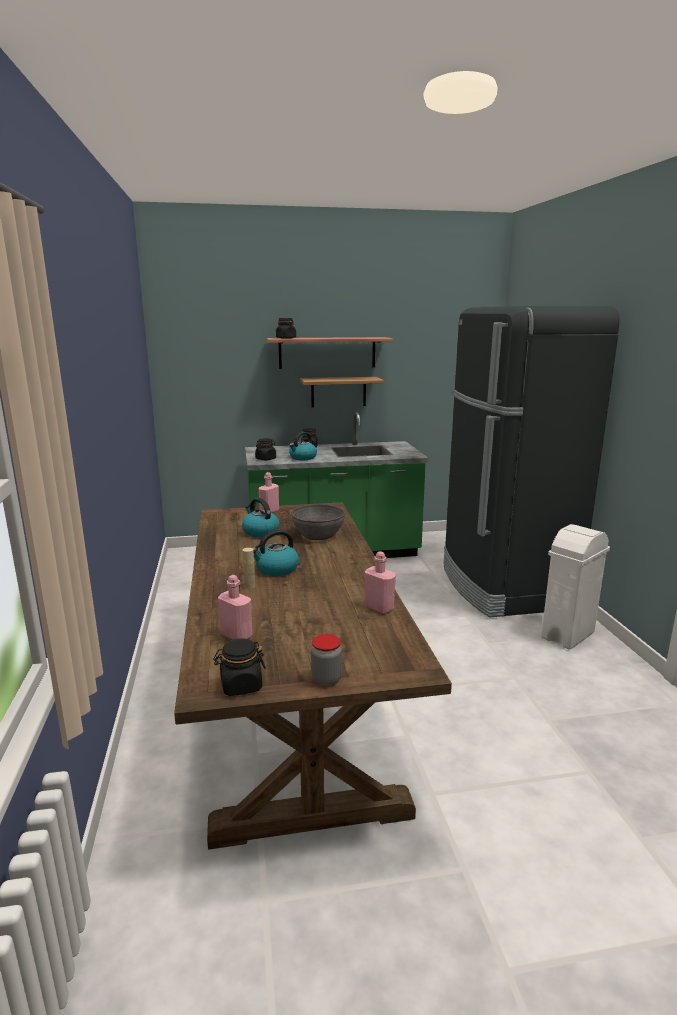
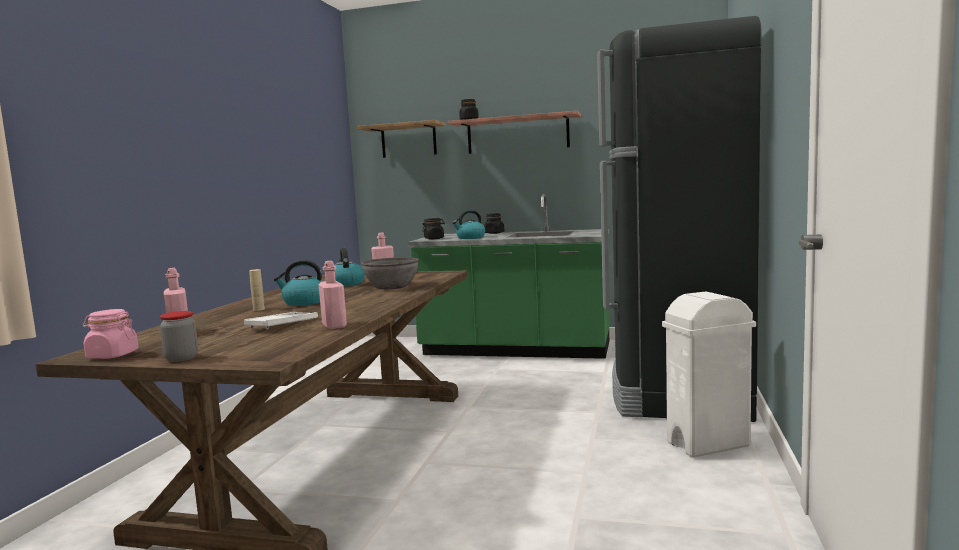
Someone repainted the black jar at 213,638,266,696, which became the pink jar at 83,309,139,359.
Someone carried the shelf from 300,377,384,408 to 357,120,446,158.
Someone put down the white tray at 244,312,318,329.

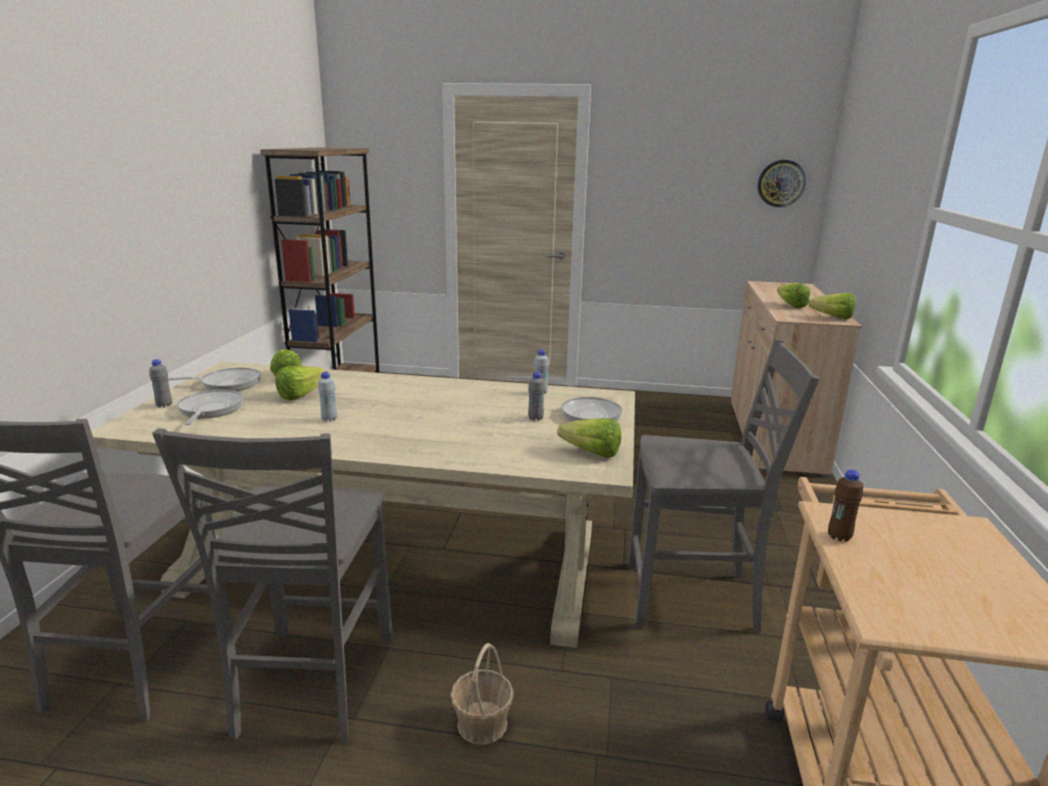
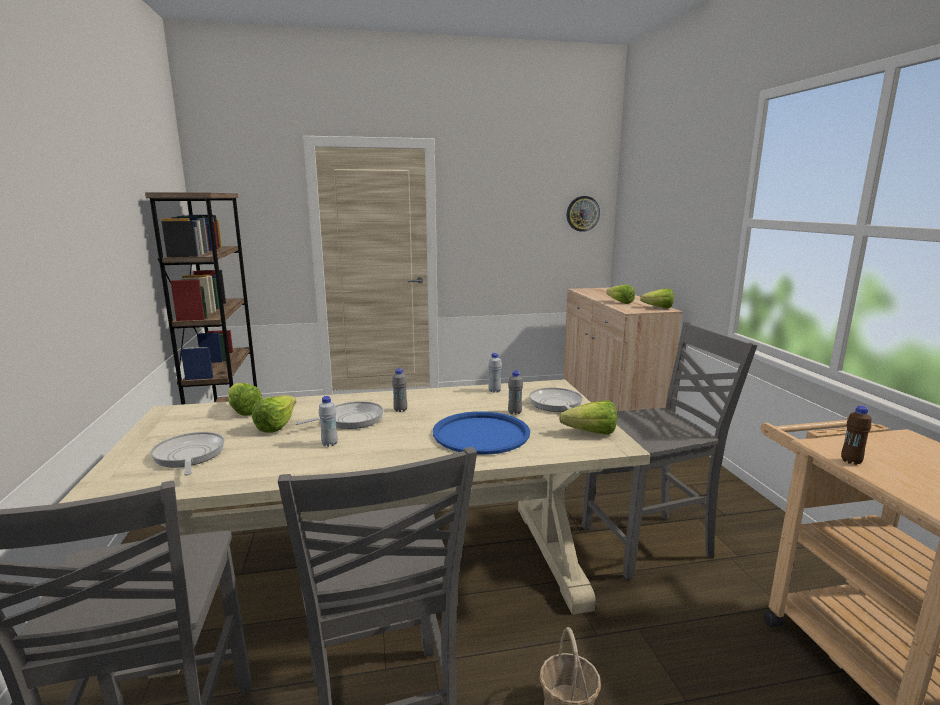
Someone carried the grey bottle from 149,359,172,408 to 392,368,407,412.
Someone carried the frying pan from 168,367,261,391 to 294,401,384,429.
Someone put down the blue tray at 433,411,530,455.

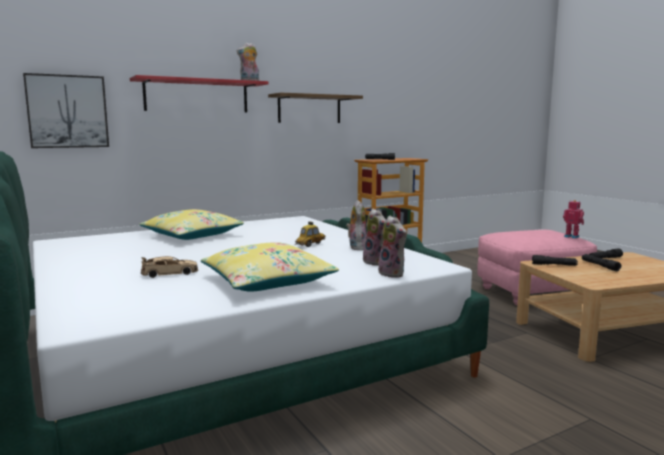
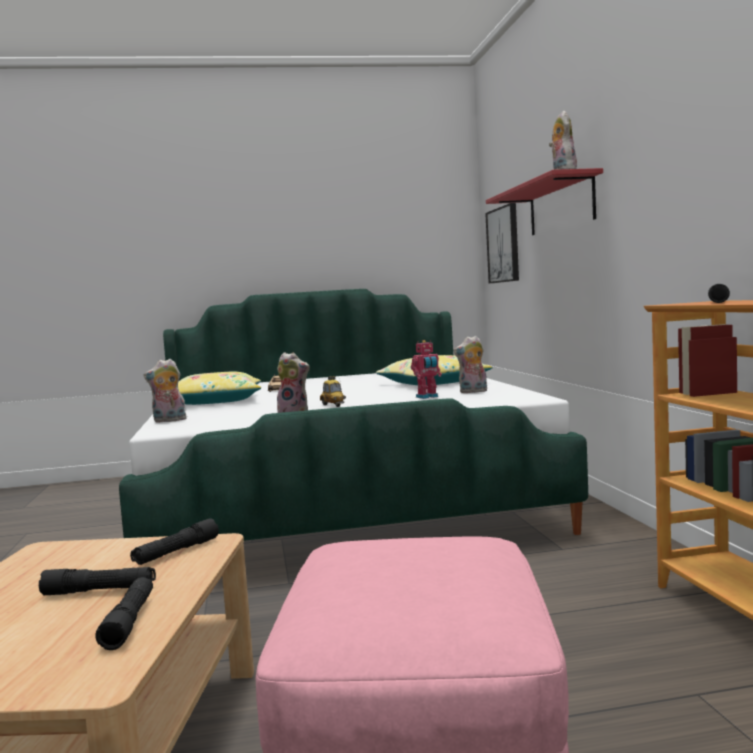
Someone took away the shelf at 268,93,363,123.
Someone carried the plush toy from 363,208,386,266 to 453,336,487,393.
Someone carried the toy robot from 563,200,584,239 to 411,340,442,399.

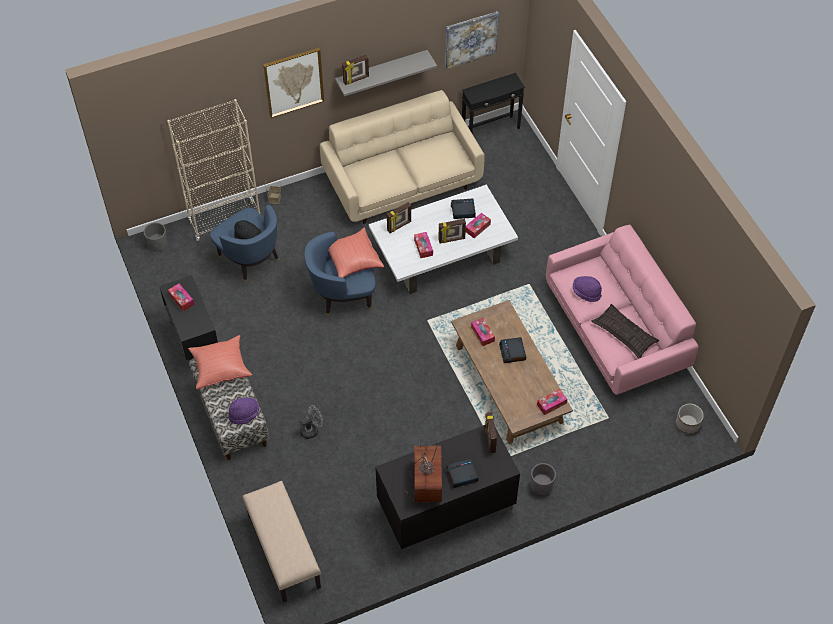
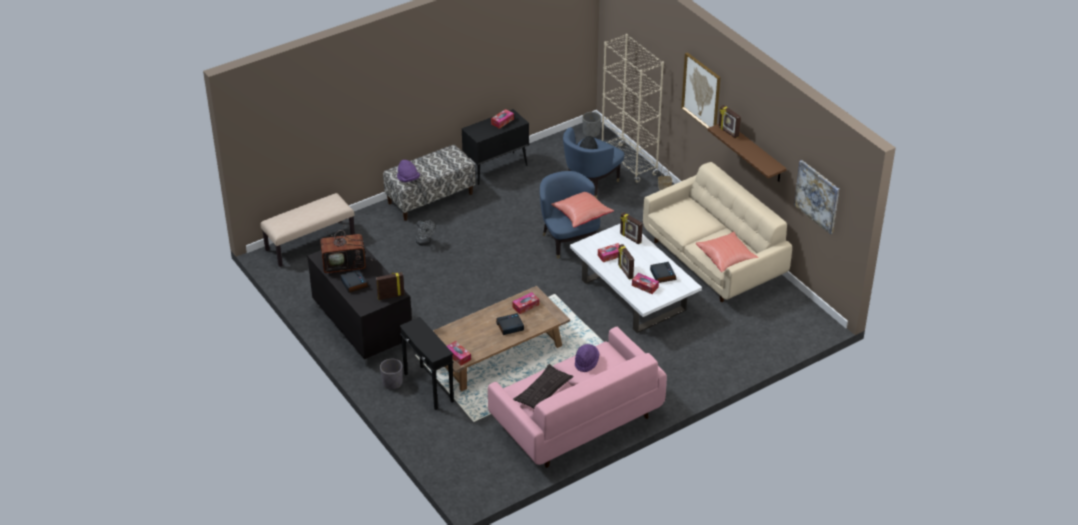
Someone carried the red pillow from 188,335,252,389 to 696,231,759,272.
Someone repainted the grey shelf at 335,50,437,96, which became the brown shelf at 708,124,787,182.
Someone carried the black side table from 462,73,525,133 to 400,317,454,410.
Someone took away the planter at 676,404,704,434.

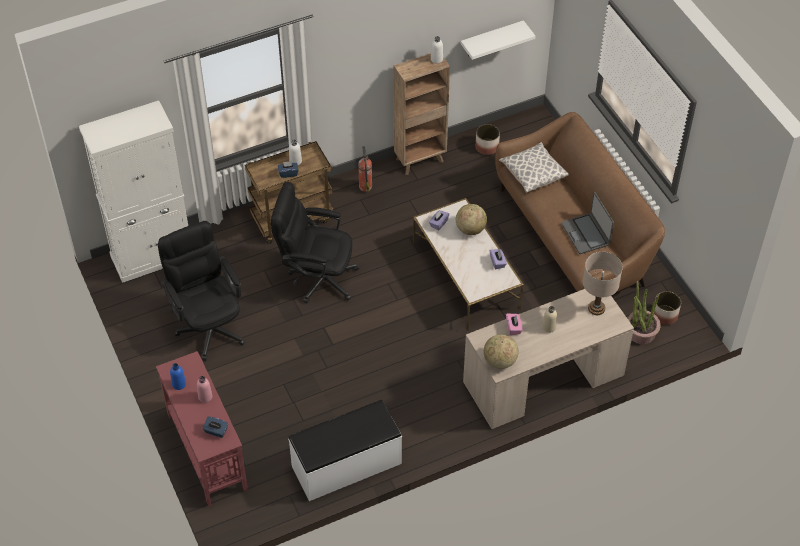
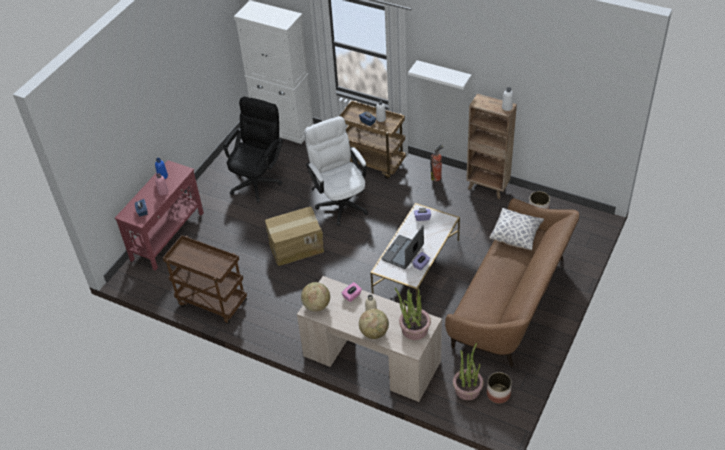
Someone repainted the black office chair at 271,182,360,303, which became the white office chair at 304,116,368,226.
Someone swapped the white bench at 288,400,402,501 for the brown cart at 163,235,247,324.
Someone carried the globe from 456,204,487,235 to 359,309,389,339.
Someone carried the white shelf from 461,20,536,60 to 408,60,472,90.
Someone carried the laptop from 561,192,614,254 to 381,226,424,269.
Someone swapped the beige table lamp at 583,252,623,315 for the potted plant at 395,287,431,340.
Someone put down the cardboard box at 265,206,324,266.

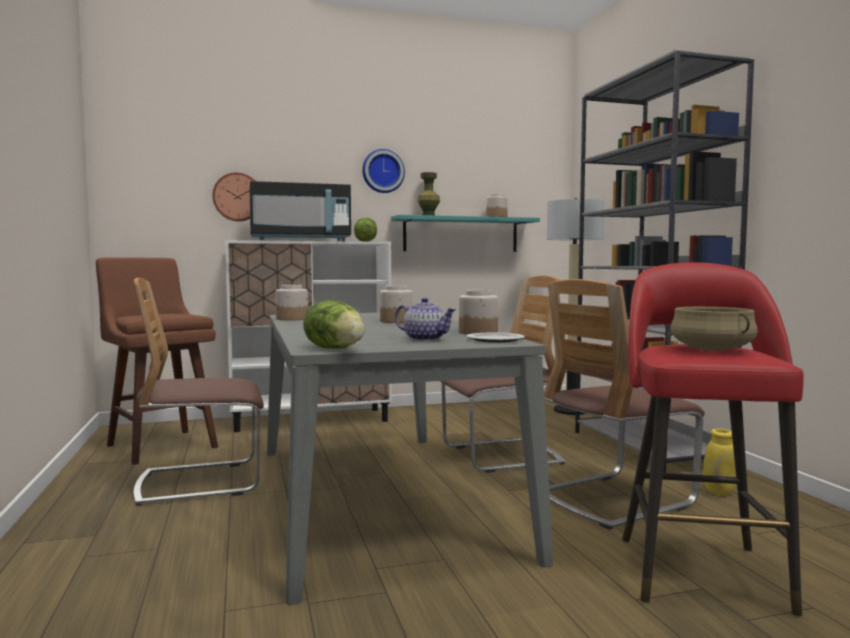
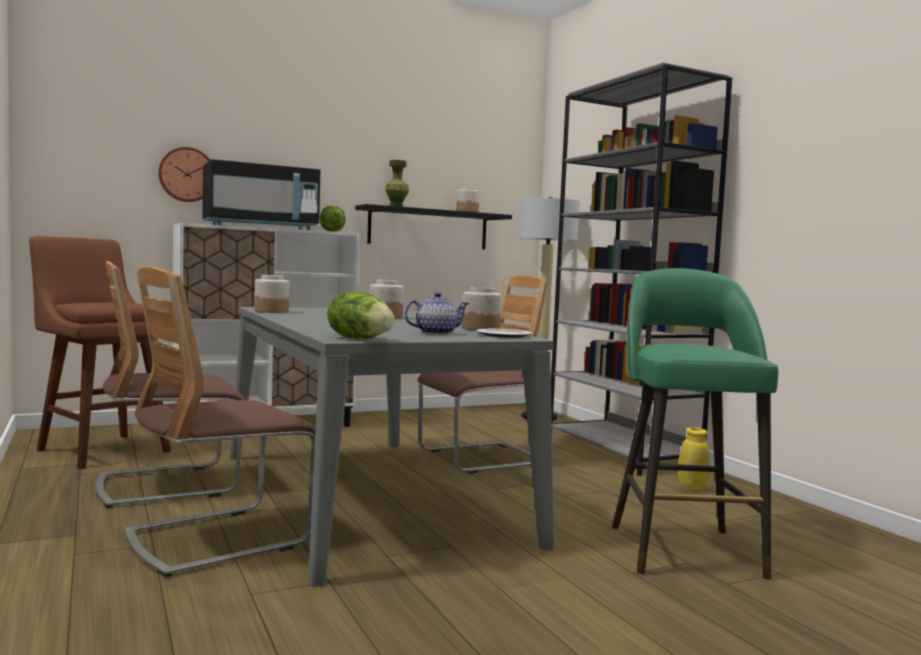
Someone took away the wall clock at 362,149,405,193.
Someone repainted the turquoise shelf at 391,215,540,252, which became the black shelf at 355,204,512,249.
Someone rotated the teapot at 395,298,457,341 by 45 degrees counterclockwise.
Someone carried the chair from 544,279,705,530 to 125,266,316,577.
Someone repainted the red stool at 622,262,804,617, which became the green stool at 612,268,778,580.
Someone took away the beige cooking pot at 670,307,758,351.

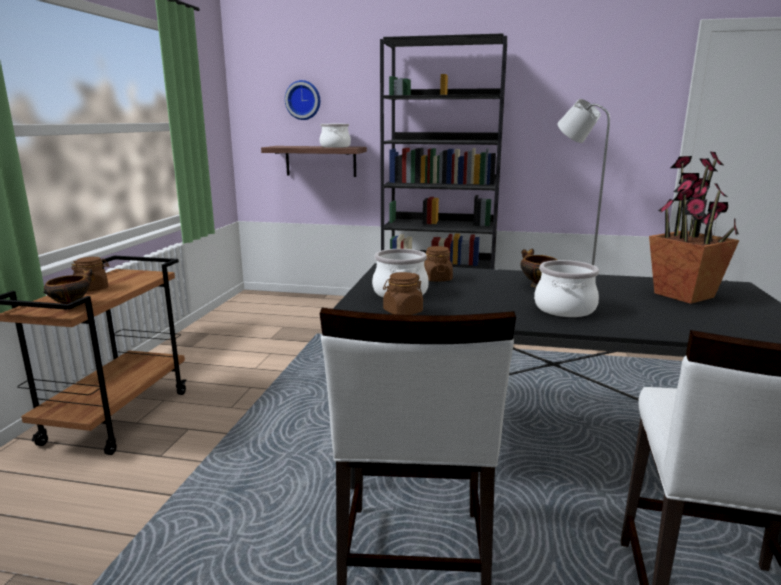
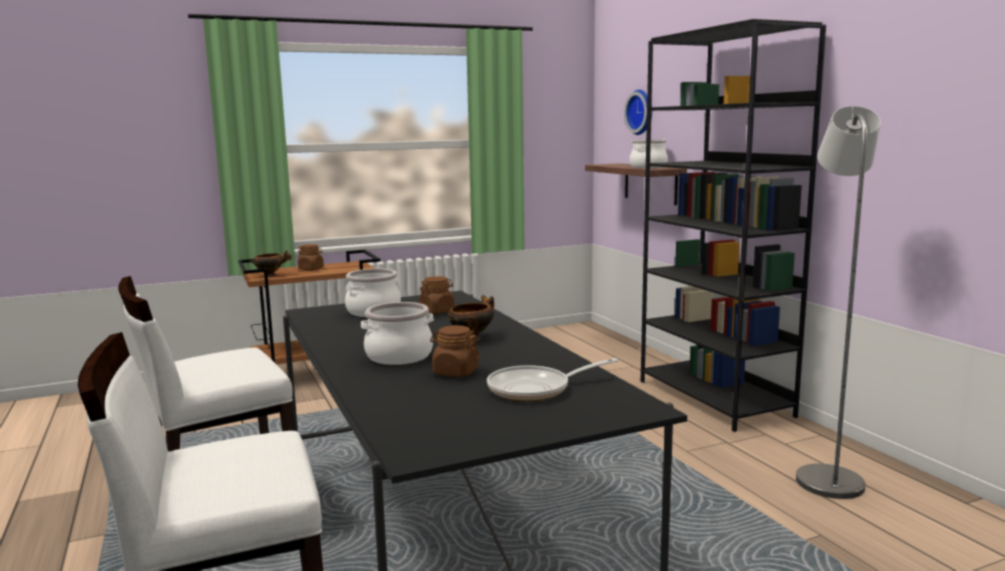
Someone carried the brown jar from 383,272,423,315 to 430,325,480,377.
Someone swapped the potted plant at 649,152,739,304 for the frying pan at 487,358,618,401.

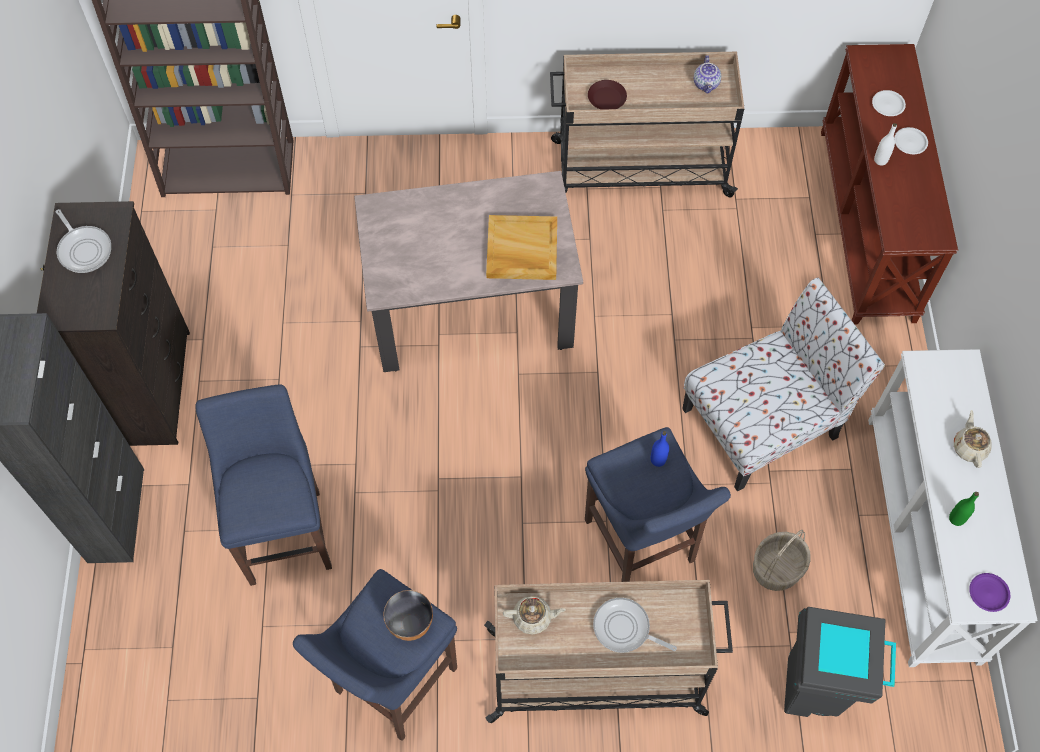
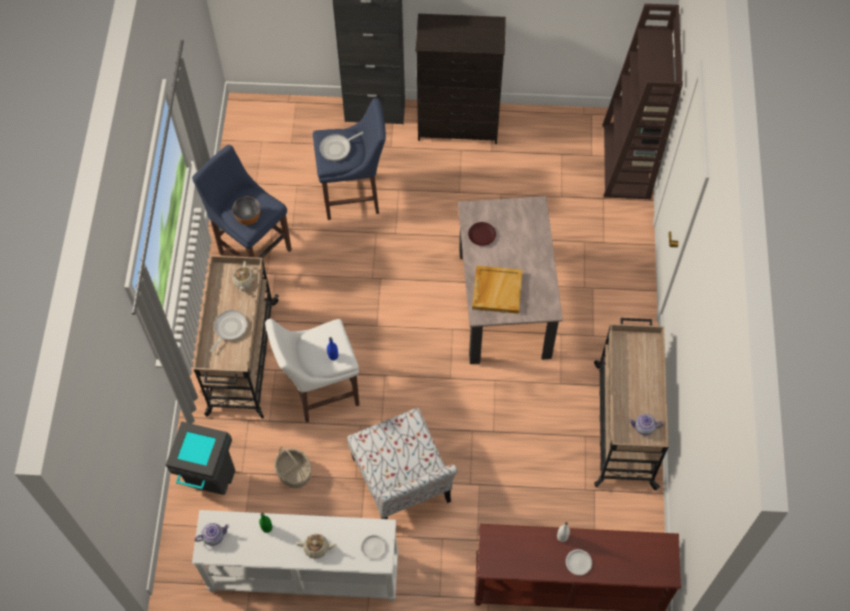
Someone carried the frying pan from 56,209,111,273 to 320,132,363,161.
Someone repainted the blue stool at 585,427,731,582, which became the white stool at 265,319,359,423.
Someone carried the brown plate from 588,80,627,110 to 468,222,496,246.
Someone carried the white plate from 872,90,906,116 to 360,534,387,560.
Someone swapped the purple plate at 969,573,1010,612 for the teapot at 195,523,230,546.

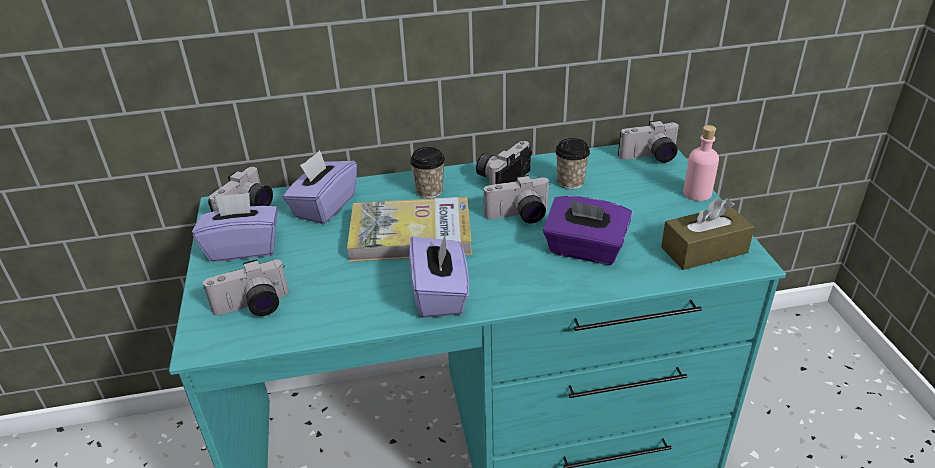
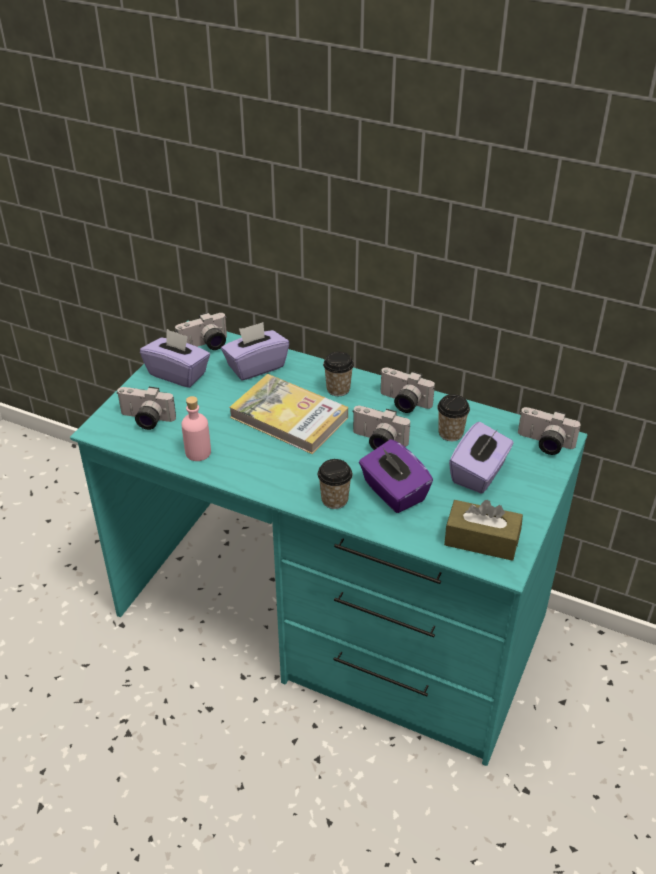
Someone carried the purple tissue box from 409,233,469,318 to 449,422,513,494.
Someone rotated the photo camera at 476,141,532,185 by 135 degrees counterclockwise.
Someone carried the pink bottle from 683,125,719,201 to 181,396,211,461.
Someone put down the cup at 318,459,352,509.

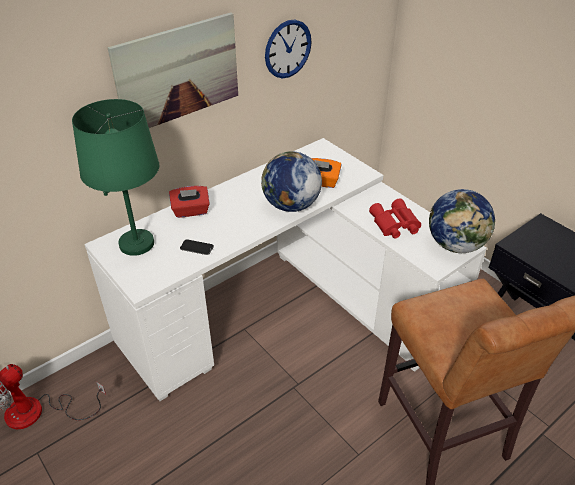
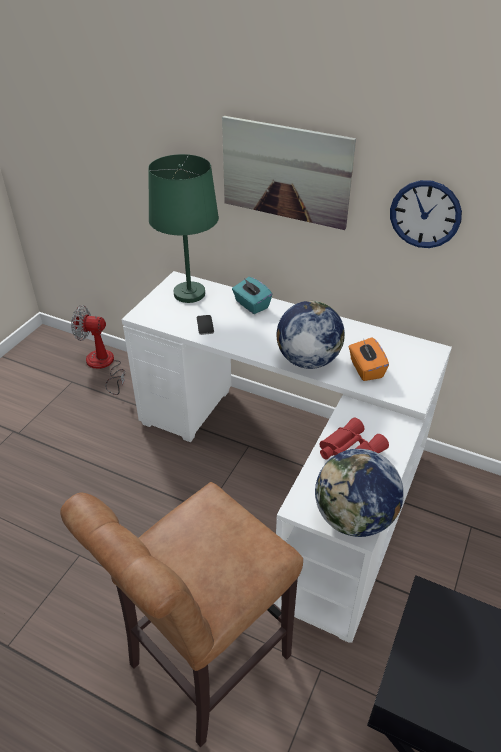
Someone repainted the red tissue box at 169,186,210,218, which became the turquoise tissue box at 232,277,272,314.

